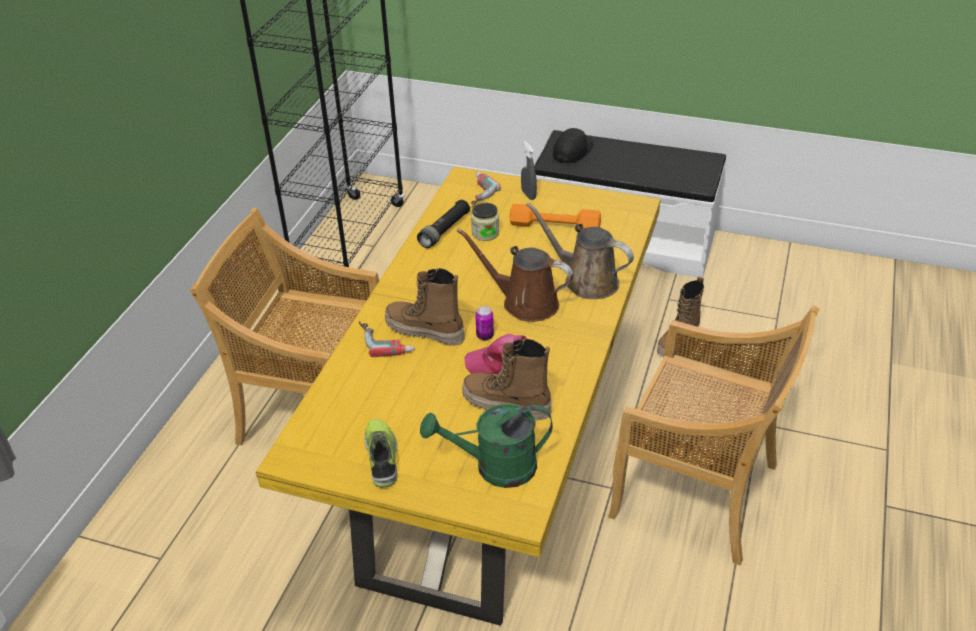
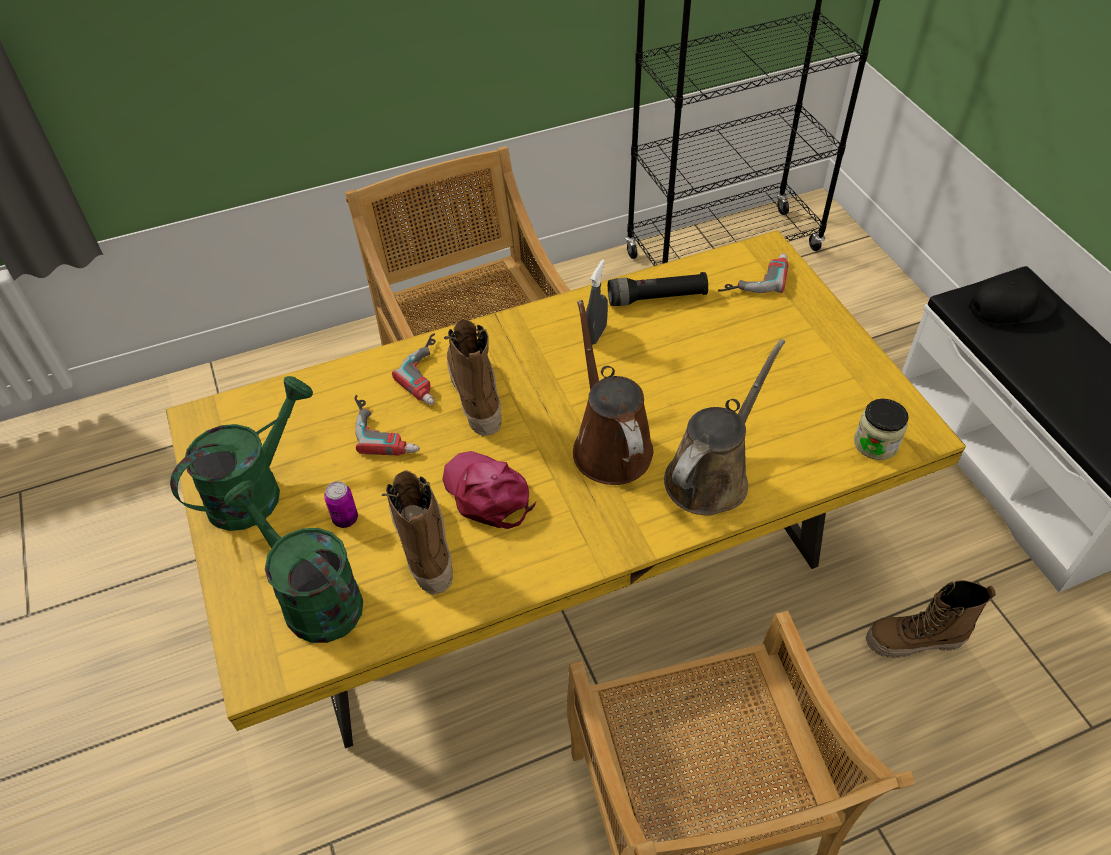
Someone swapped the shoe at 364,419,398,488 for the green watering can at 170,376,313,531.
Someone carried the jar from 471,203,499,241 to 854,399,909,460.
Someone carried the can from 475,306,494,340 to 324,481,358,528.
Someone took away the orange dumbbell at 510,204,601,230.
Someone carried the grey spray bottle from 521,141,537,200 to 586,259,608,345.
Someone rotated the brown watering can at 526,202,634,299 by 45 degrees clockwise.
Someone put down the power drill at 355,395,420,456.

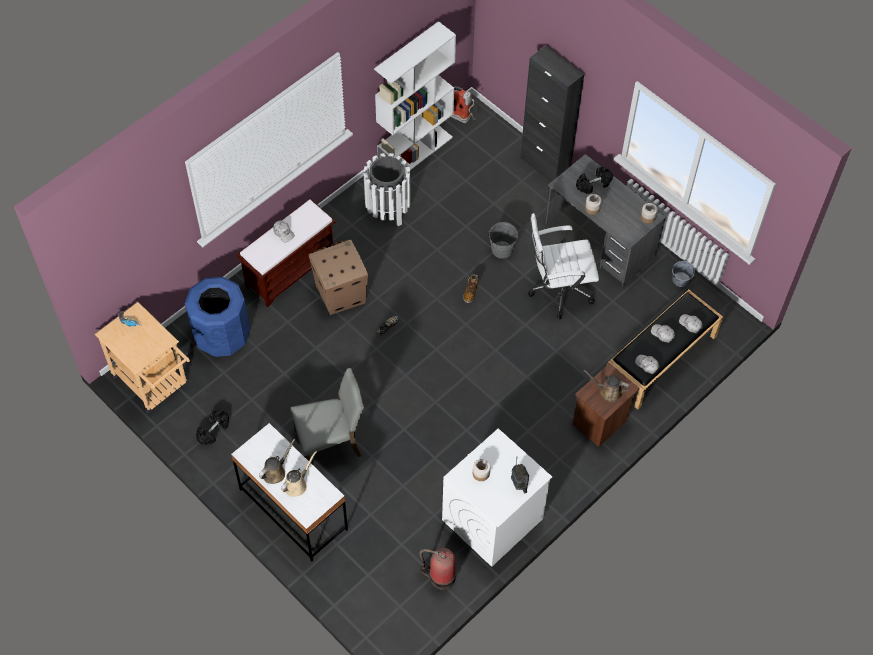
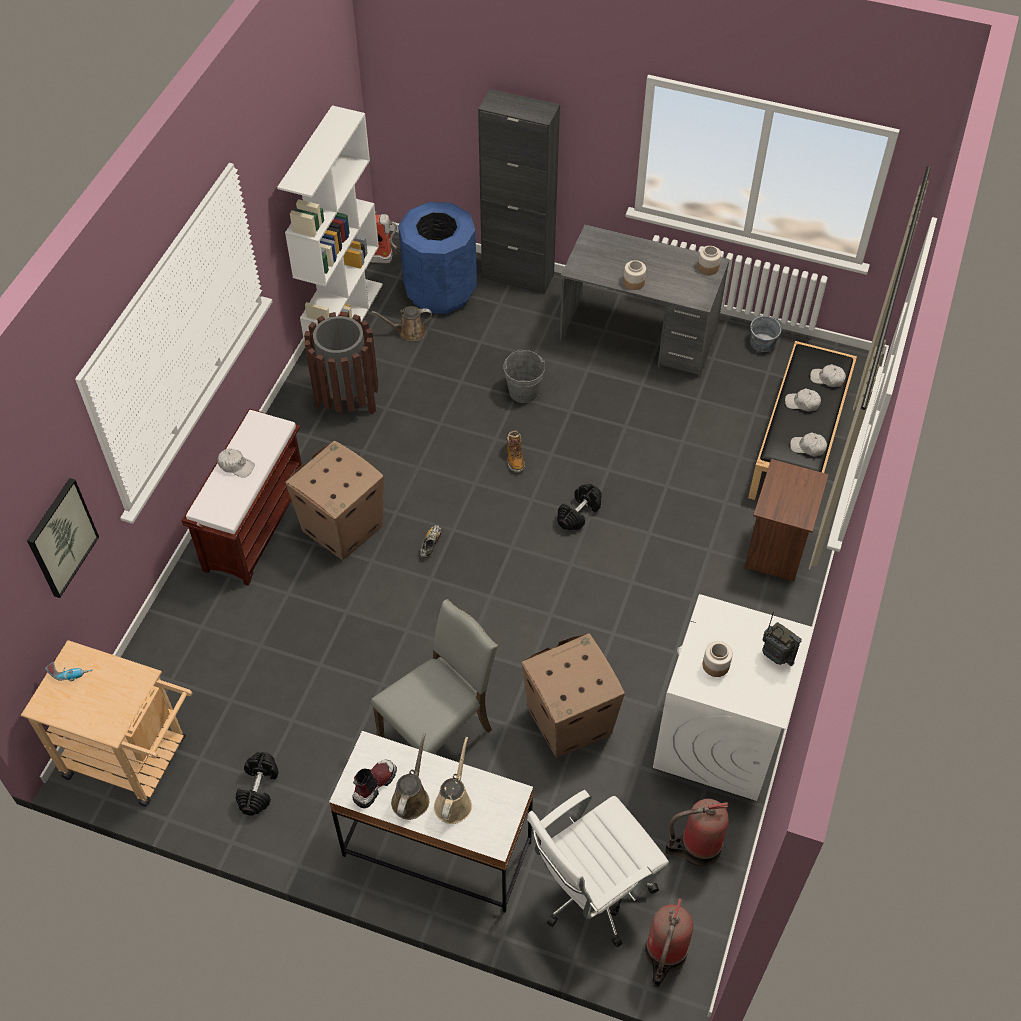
Someone carried the blue trash can from 185,277,250,357 to 398,202,477,314.
Someone repainted the white trash can at 363,153,410,226, which became the brown trash can at 304,312,378,415.
Someone carried the white office chair from 528,213,599,319 to 527,790,669,948.
Someone carried the black dumbbell from 576,167,613,194 to 557,484,602,531.
Someone carried the brown watering can from 583,370,630,402 to 372,306,432,341.
Someone put up the picture at 27,478,99,598.
Someone put down the boot at 352,760,397,808.
Someone put down the cardboard box at 522,633,625,758.
Someone put down the fire extinguisher at 645,898,693,987.

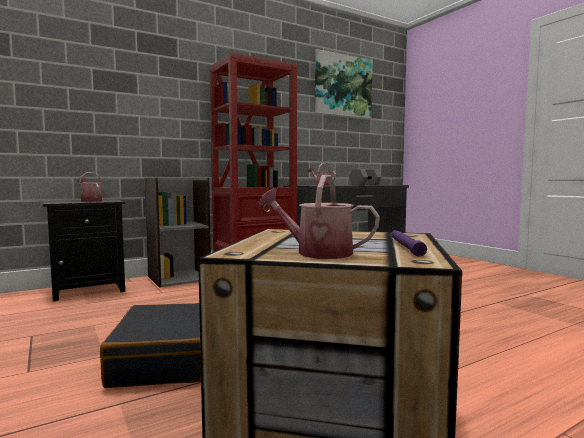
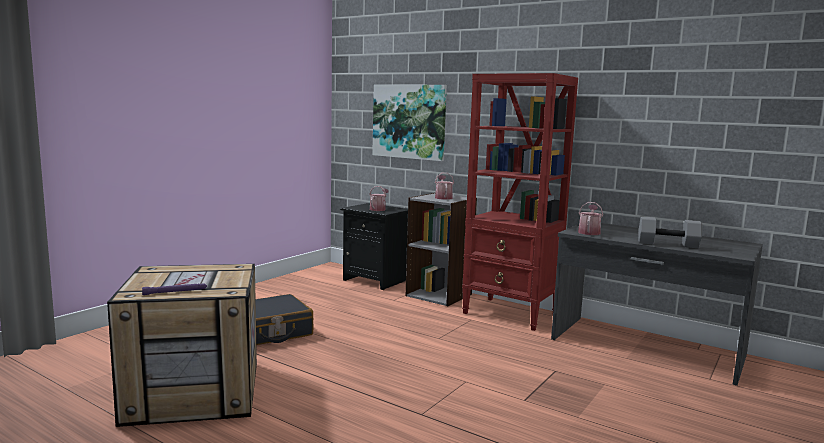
Someone carried the watering can from 258,175,380,259 to 435,173,454,200.
Someone carried the picture from 315,49,373,119 to 372,84,447,161.

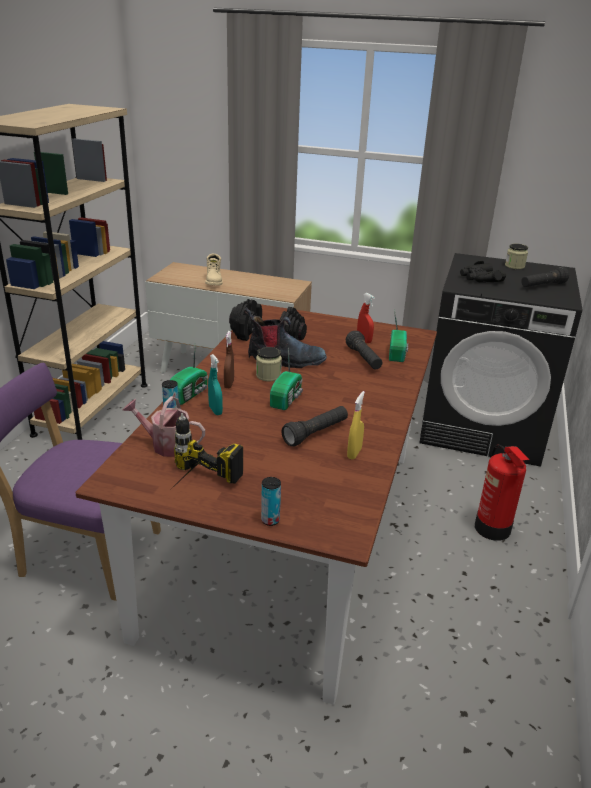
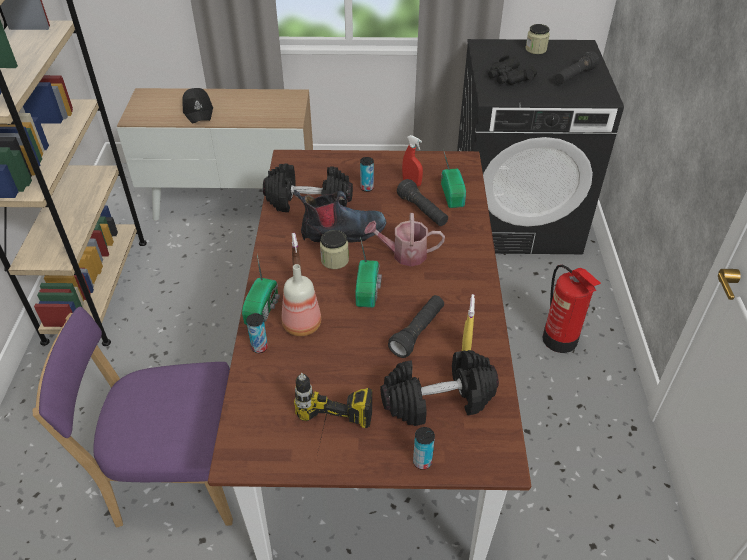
Someone carried the watering can from 122,396,205,457 to 364,213,445,267.
Someone swapped the beige boot at 205,254,223,286 for the black cap at 182,88,213,124.
Someone swapped the turquoise spray bottle at 208,354,223,415 for the bottle at 282,264,321,336.
Someone put down the can at 360,157,374,192.
Someone put down the black dumbbell at 380,350,499,426.

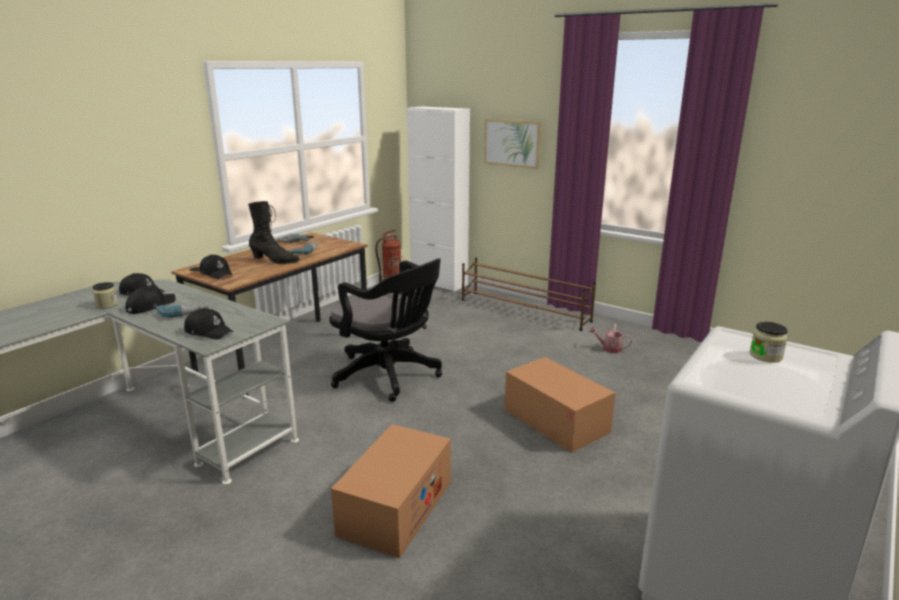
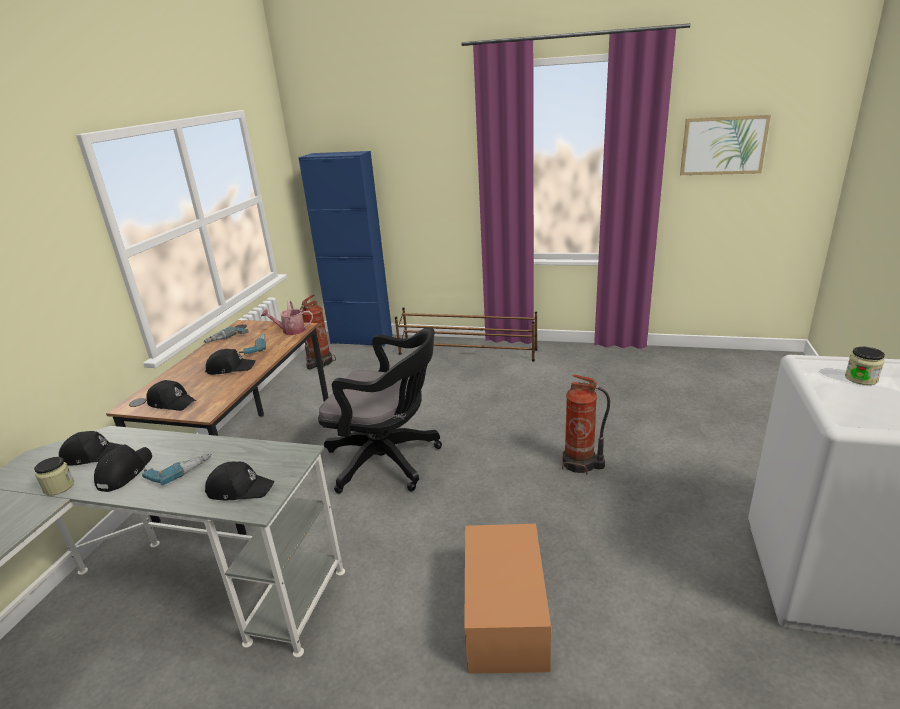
Someone swapped the black boot at 248,201,300,264 for the black cap at 205,349,256,375.
Someone repainted the white cabinet at 407,106,470,292, which became the blue cabinet at 298,151,393,346.
Someone carried the picture from 484,119,542,169 to 680,115,771,175.
Someone swapped the cardboard box at 505,357,615,453 for the fire extinguisher at 562,375,610,474.
Someone carried the watering can from 589,324,632,353 to 261,300,313,335.

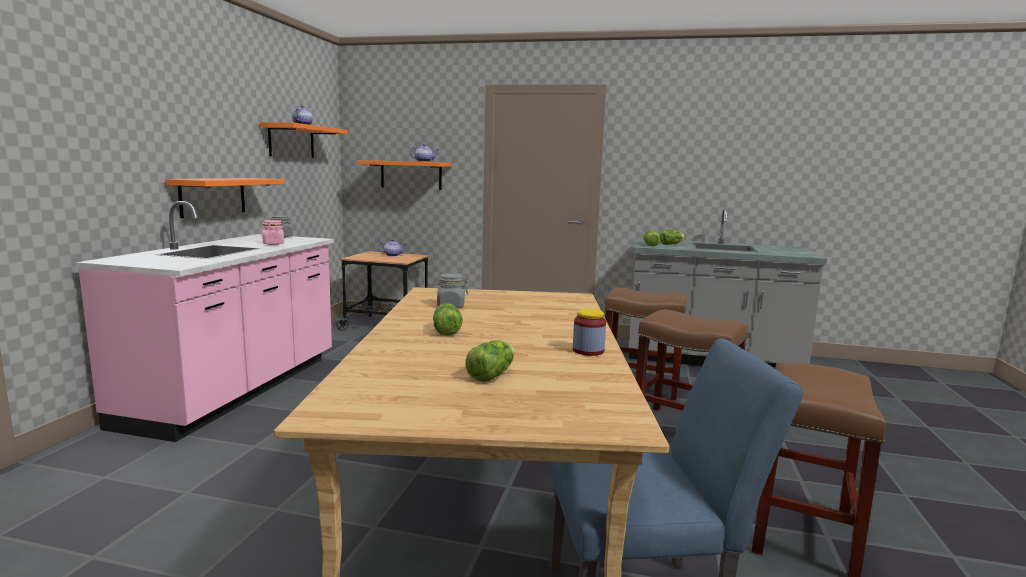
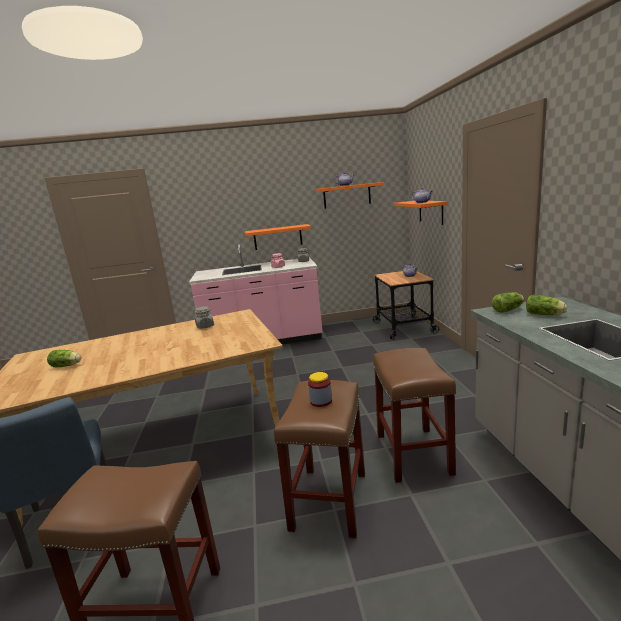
Someone took away the lettuce at 433,303,462,336.
Someone carried the jar from 573,309,606,356 to 308,372,332,407.

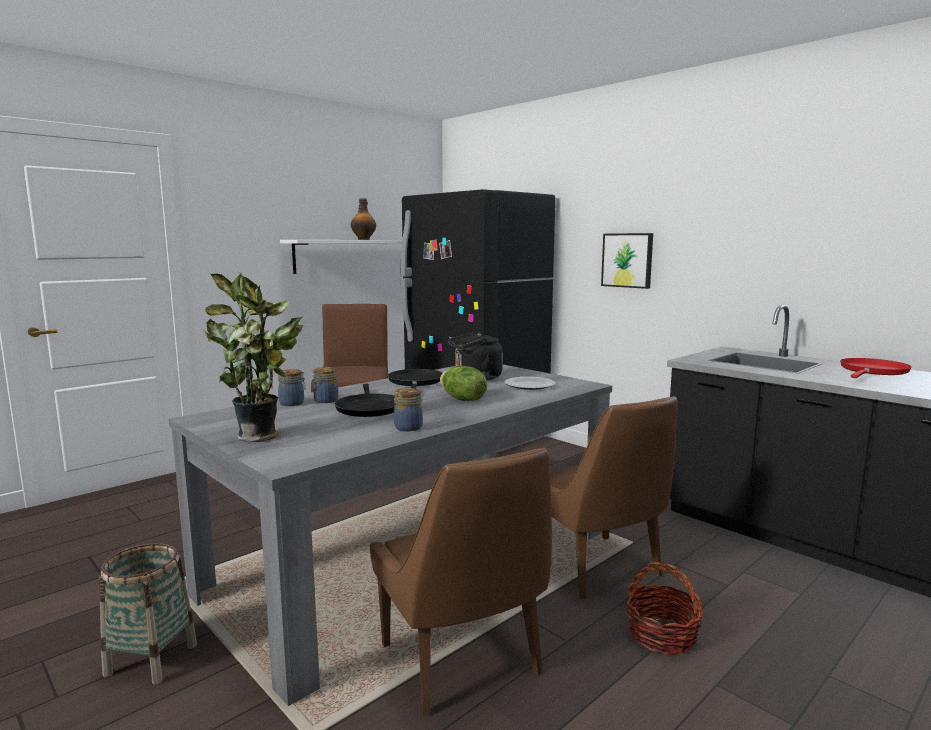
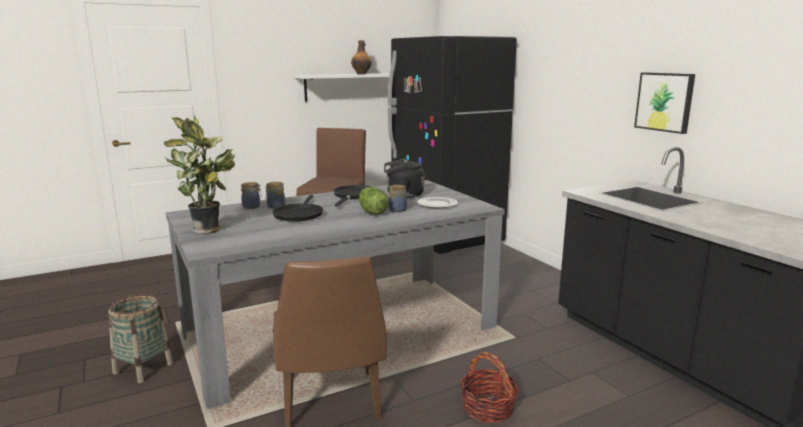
Someone carried the jar from 394,388,423,431 to 389,185,407,212.
Someone took away the brown chair at 550,396,678,600.
Someone carried the picture from 601,233,653,289 to 634,72,695,134.
Someone took away the red frying pan at 840,358,912,378.

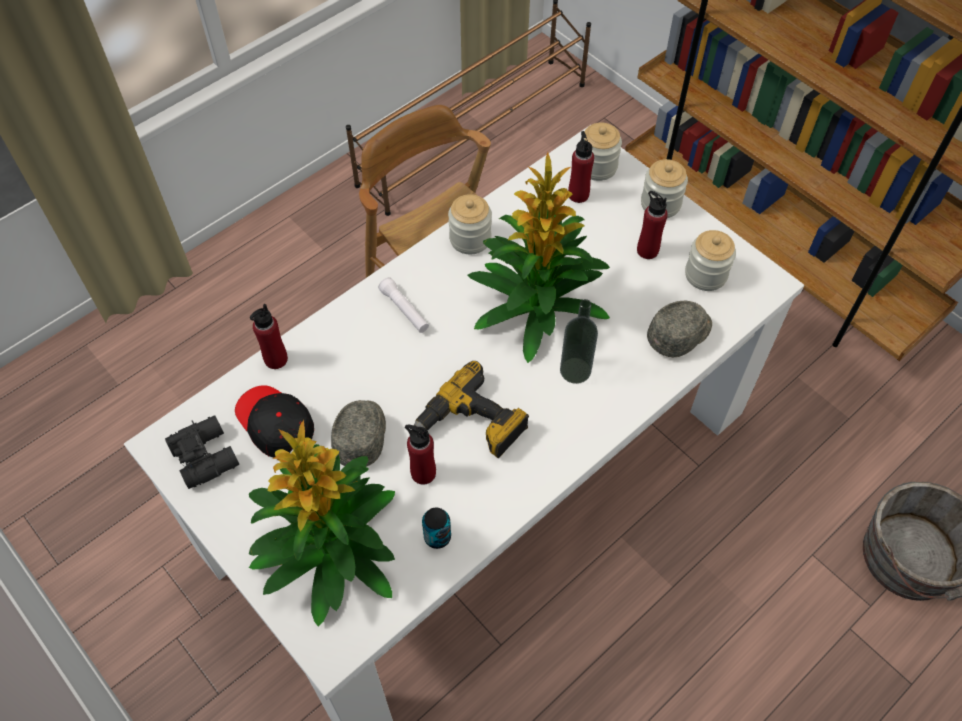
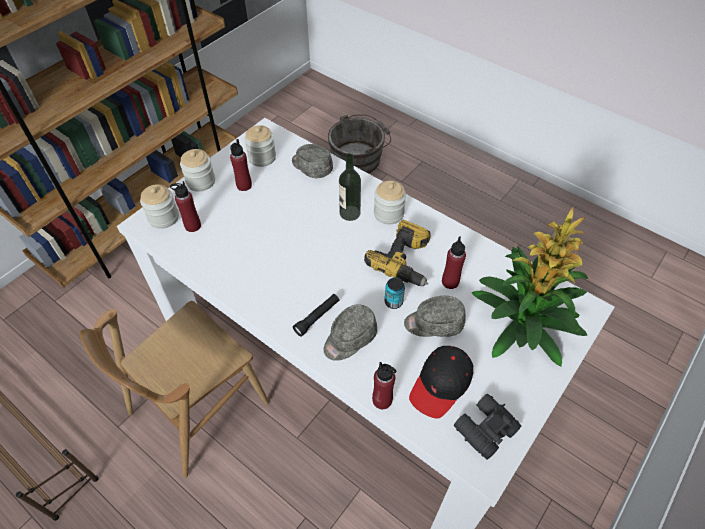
Someone repainted the white flashlight at 378,277,429,333, which became the black flashlight at 293,294,339,337.
Someone carried the can from 422,508,451,549 to 385,277,405,309.
Someone carried the jar from 448,194,492,254 to 374,180,406,225.
Someone took away the potted plant at 467,152,610,363.
Someone put down the grey cap at 323,304,377,361.

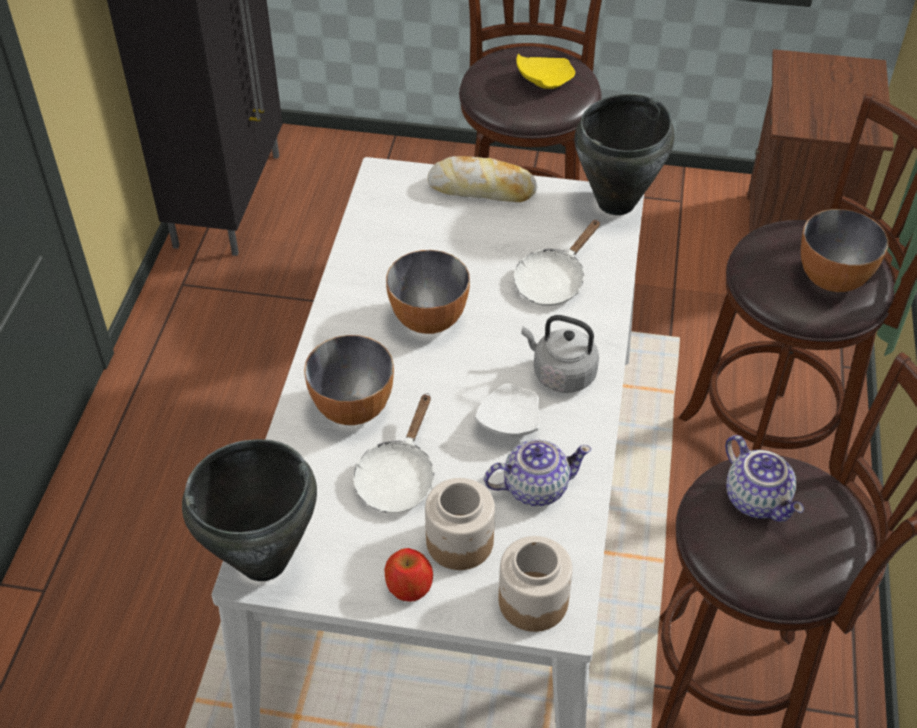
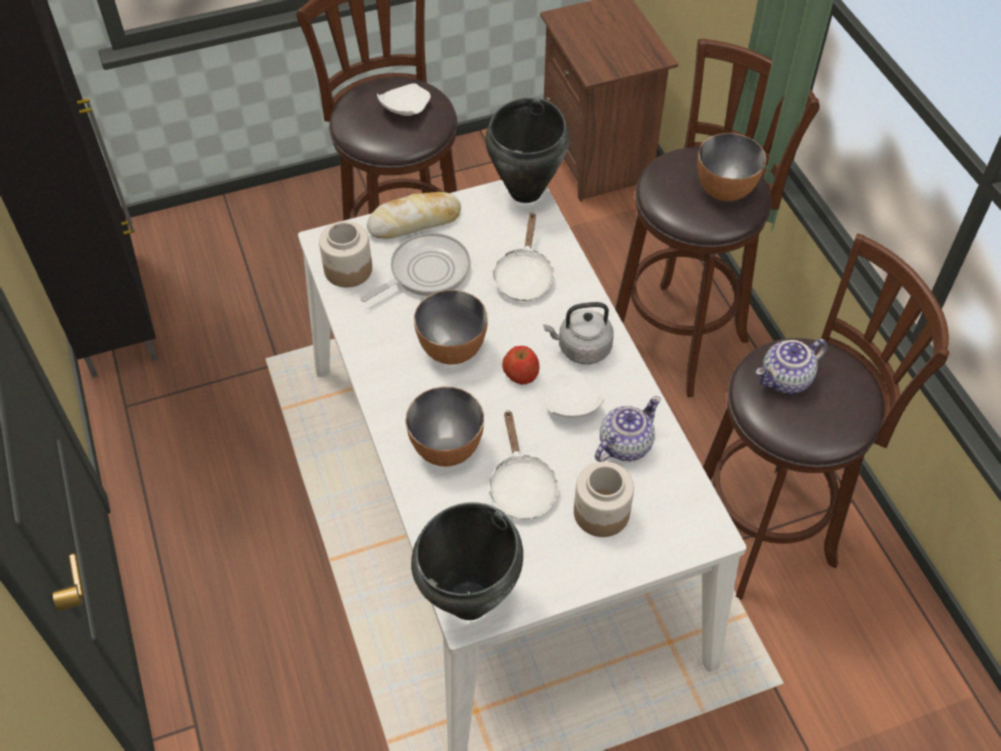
Someone carried the apple from 384,548,433,601 to 502,346,539,384.
Someone carried the jar from 499,536,573,632 to 319,221,372,288.
Someone repainted the yellow plate at 516,54,575,89, which became the white plate at 377,83,431,116.
Someone rotated the teapot at 725,435,804,522 by 120 degrees clockwise.
Someone put down the frying pan at 360,233,470,302.

